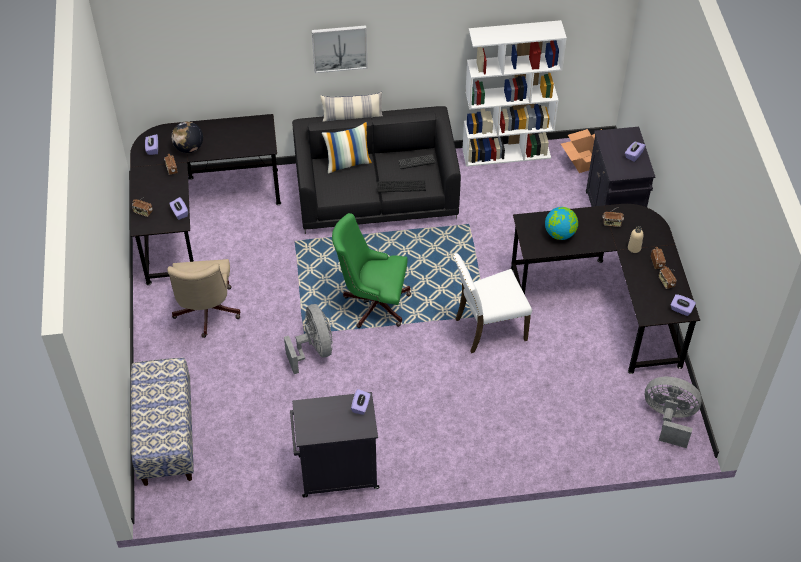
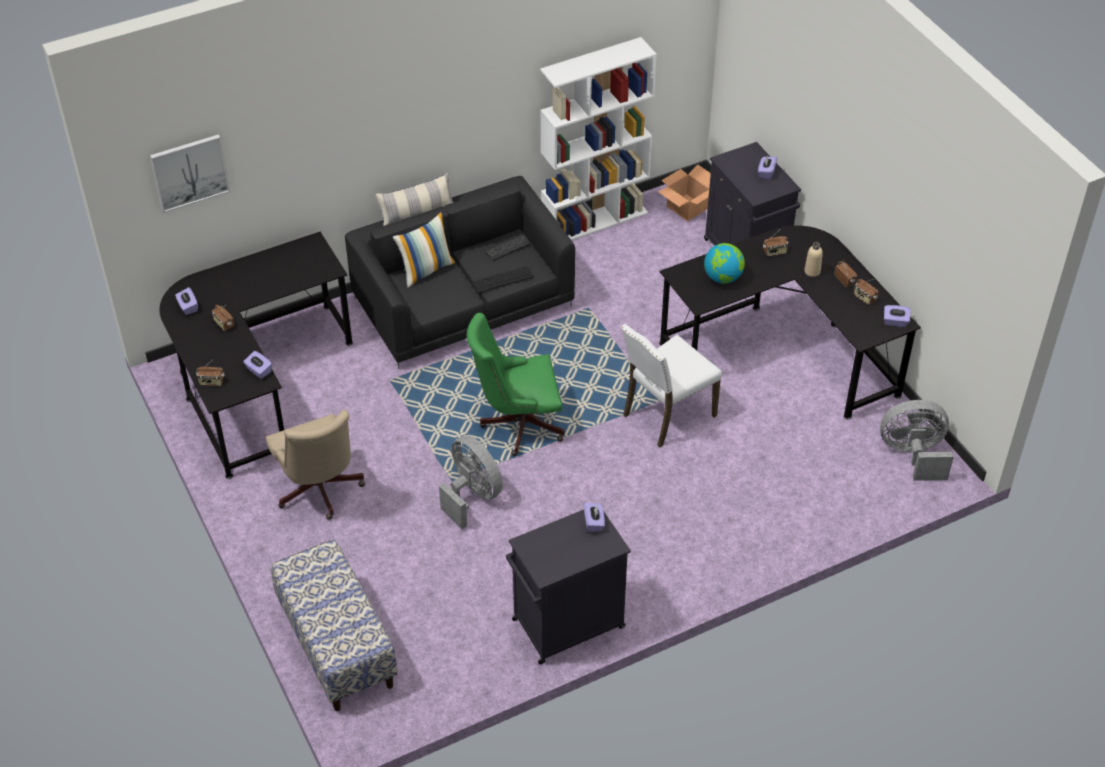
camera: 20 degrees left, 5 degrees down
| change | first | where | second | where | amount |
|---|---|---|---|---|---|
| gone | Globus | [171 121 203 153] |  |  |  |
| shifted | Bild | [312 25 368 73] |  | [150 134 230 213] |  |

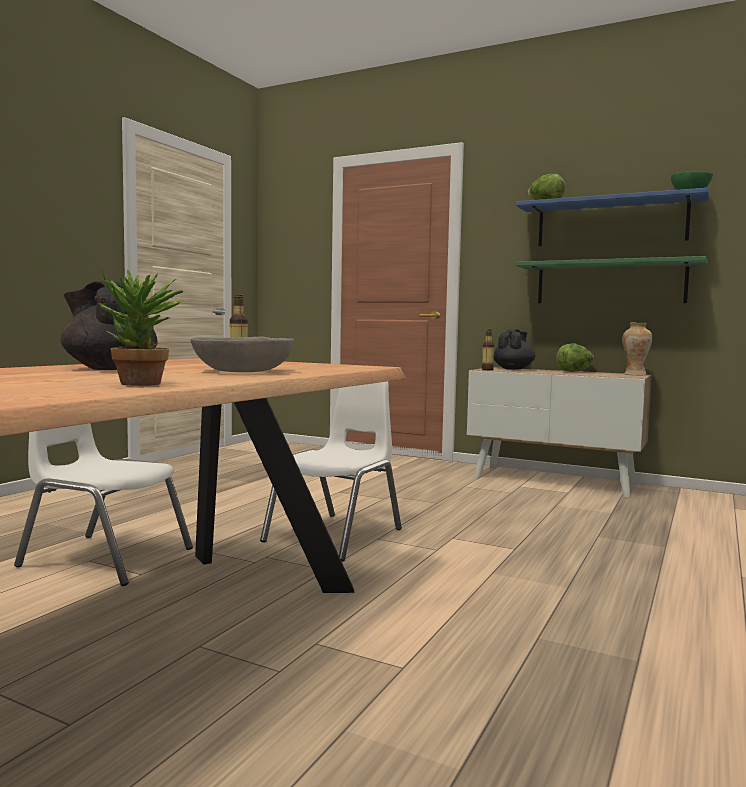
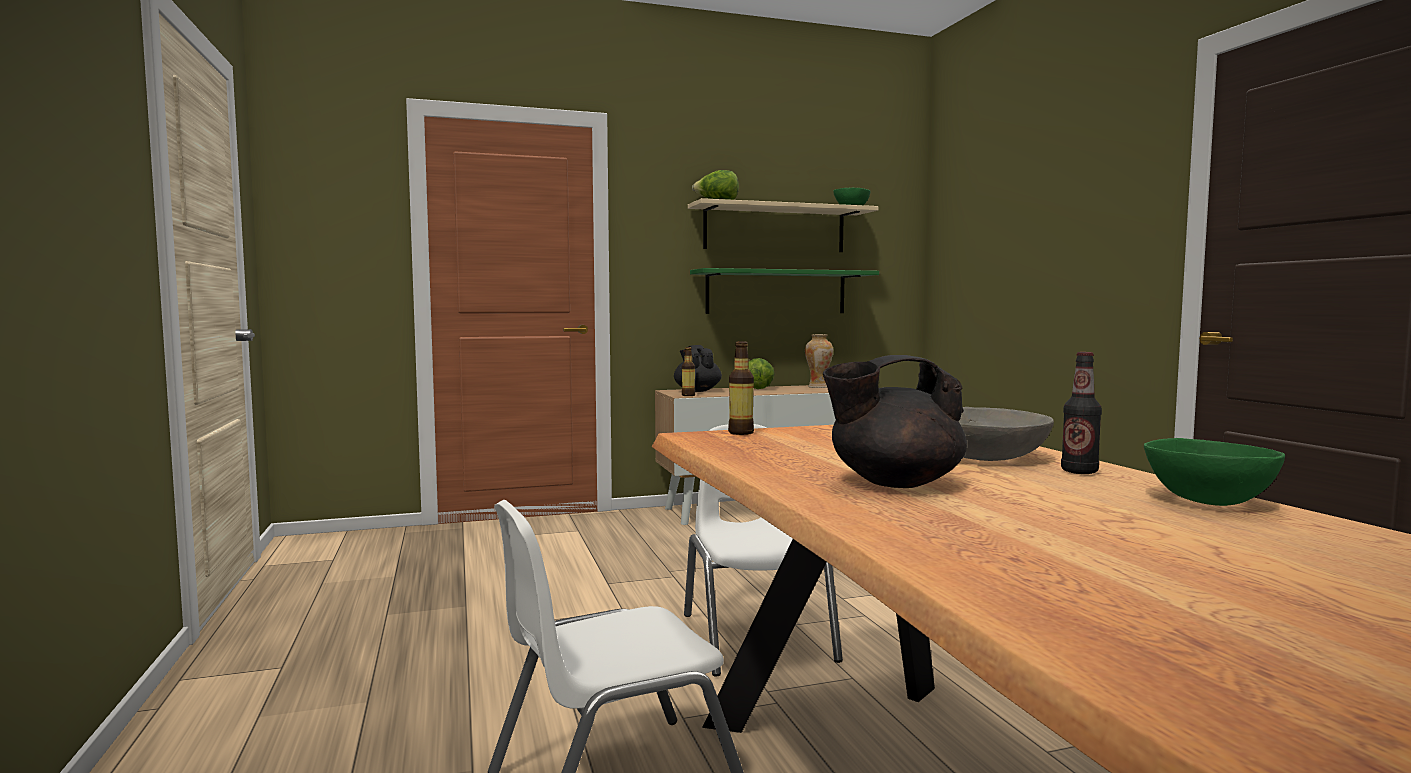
camera: 45 degrees left, 0 degrees up
| change | first | where | second | where | amount |
|---|---|---|---|---|---|
| swapped | Topfpflanze | [98 266 184 386] | Schüssel/grün | [1144 438 1285 506] |  |
| repainted | Wandregal/blau | [515 188 709 246] | Wandregal/beige | [688 198 878 252] |  |
| new |  |  | Flasche | [1061 352 1102 474] |  |

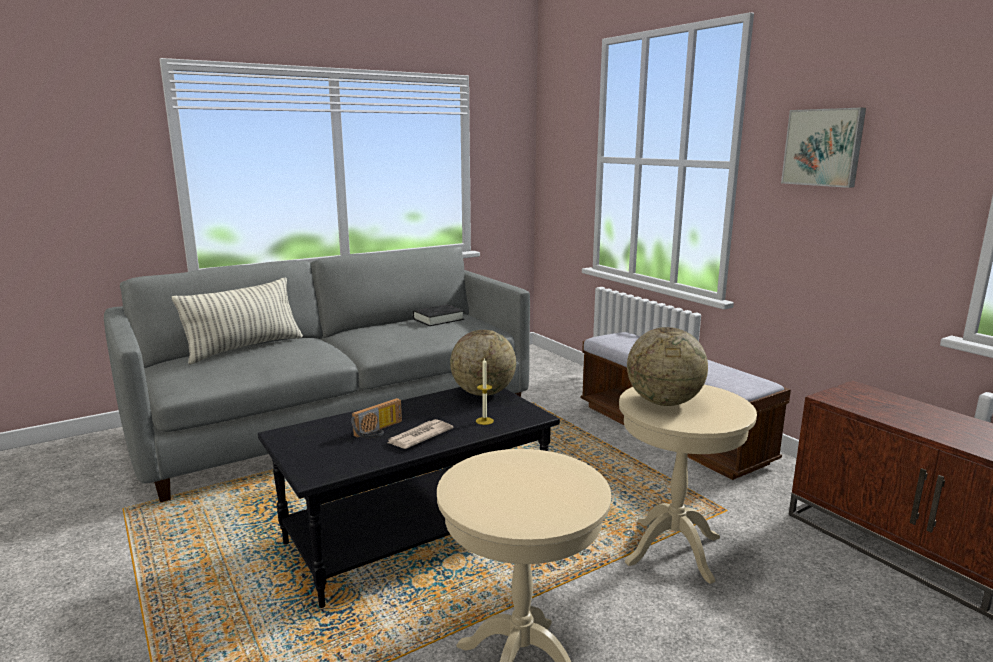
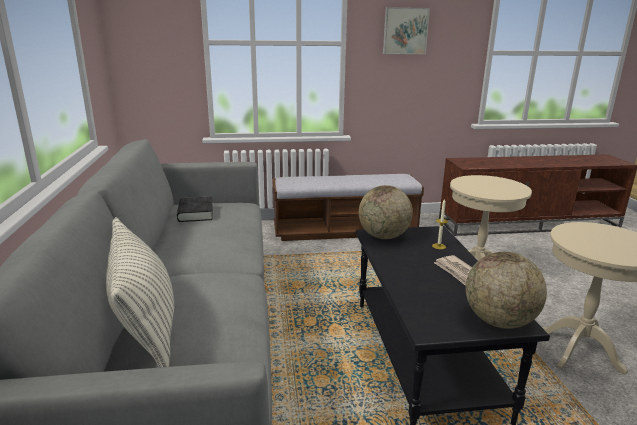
camera: 65 degrees left, 5 degrees up
| change | first | where | second | where | amount |
|---|---|---|---|---|---|
| gone | Radio | [351 398 402 438] |  |  |  |
| shifted | Globus | [627 327 708 406] |  | [465 252 547 329] |  |

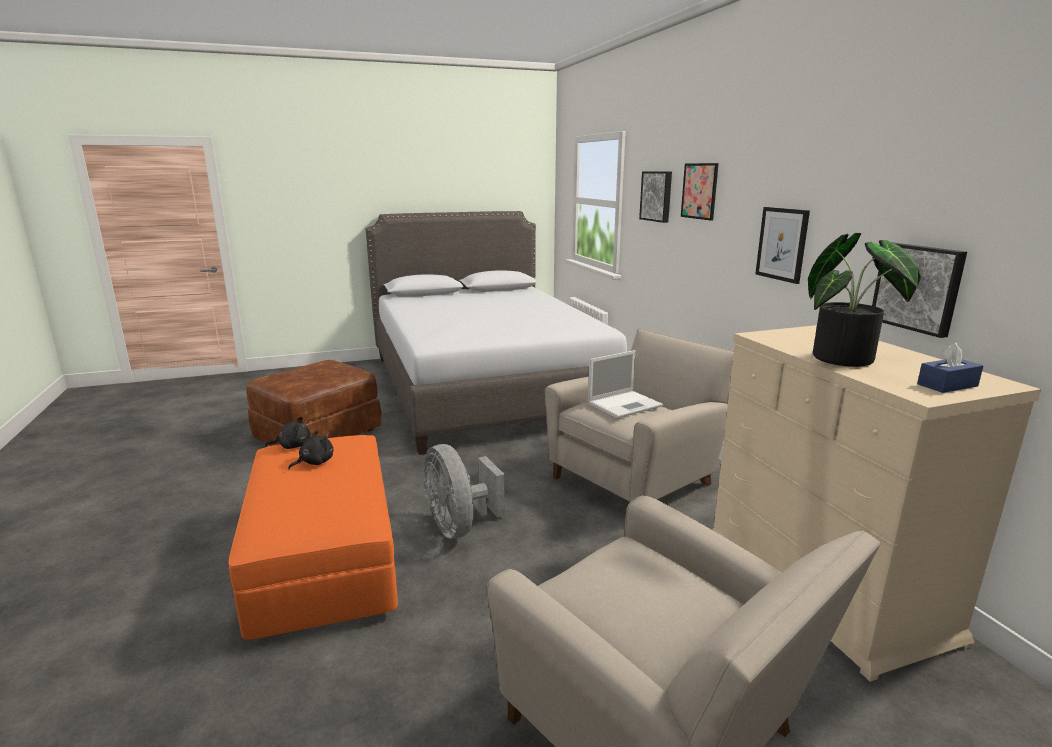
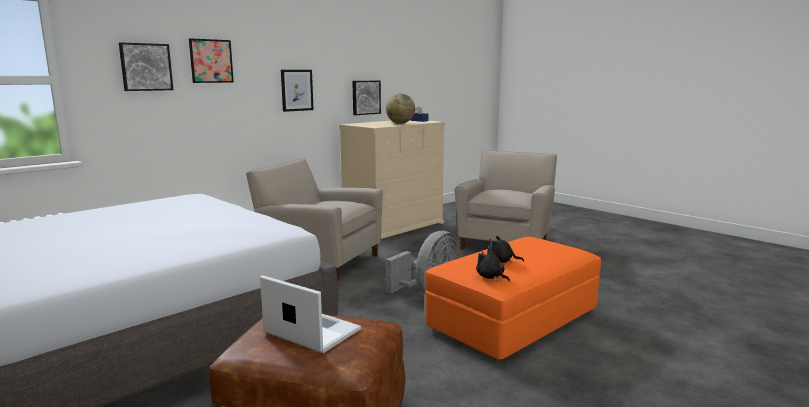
camera: 115 degrees left, 5 degrees down
| change | first | where | second | where | amount |
|---|---|---|---|---|---|
| shifted | Laptop | [588 350 663 418] |  | [260 275 361 353] |  |
| swapped | Topfpflanze | [808 233 921 367] | Globus | [386 94 415 124] |  |

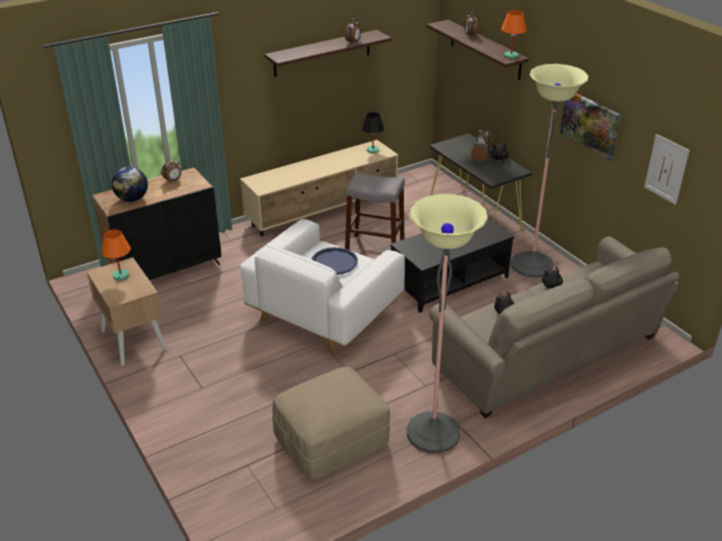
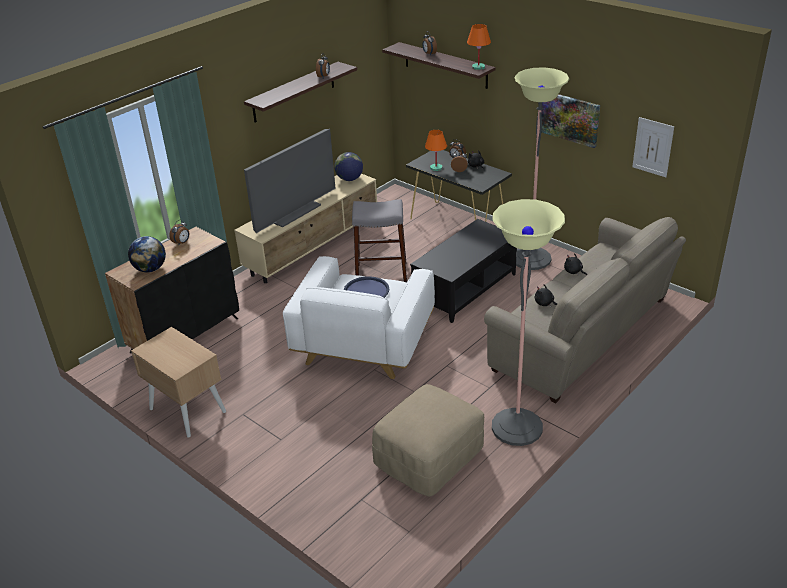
camera: 15 degrees left, 0 degrees up
| change | first | where | second | where | amount |
|---|---|---|---|---|---|
| shifted | Tischlampe/orange | [101 229 131 280] |  | [425 130 447 171] |  |
| swapped | Tischlampe/schwarz | [362 112 384 153] | Globus | [334 152 363 181] |  |
| new |  |  | Fernseher | [244 129 336 233] |  |

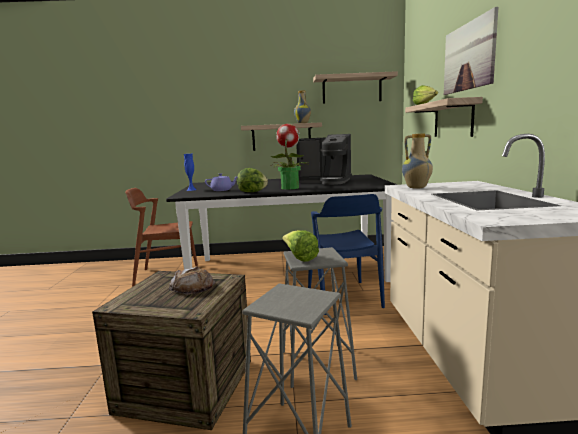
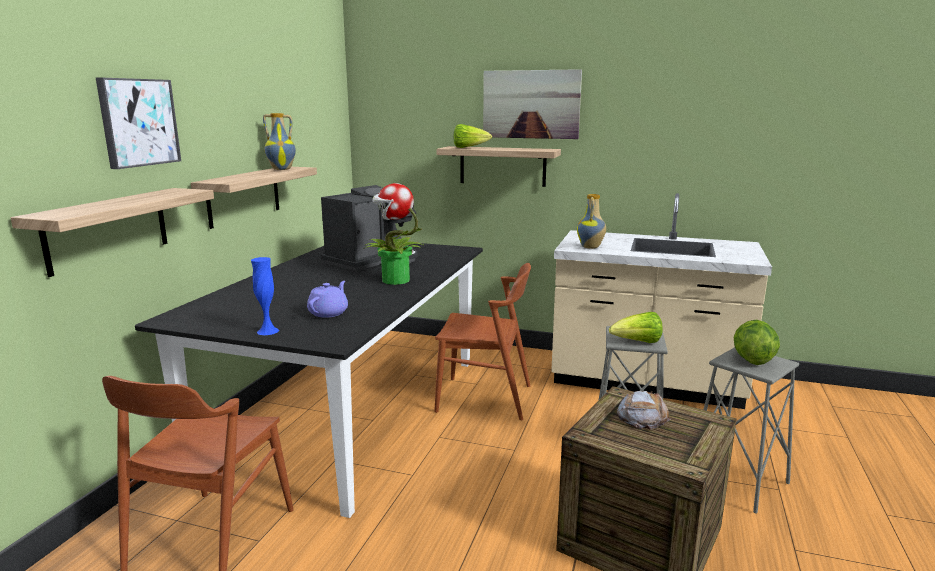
camera: 70 degrees left, 5 degrees up
| change | first | where | second | where | amount |
|---|---|---|---|---|---|
| shifted | Salatkopf | [237 168 268 192] |  | [734 320 780 365] |  |
| repainted | Stuhl/blau | [308 194 385 315] | Stuhl/braun | [434 263 531 420] |  |
| shifted | Wandregal | [313 71 398 104] |  | [10 188 214 277] |  |
| new |  |  | Bild | [96 78 181 169] |  |

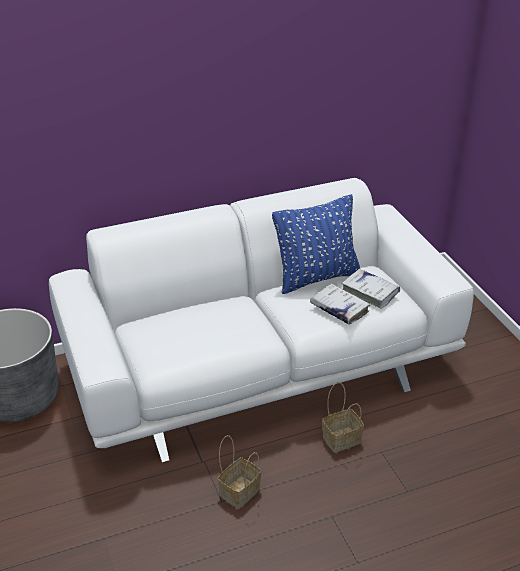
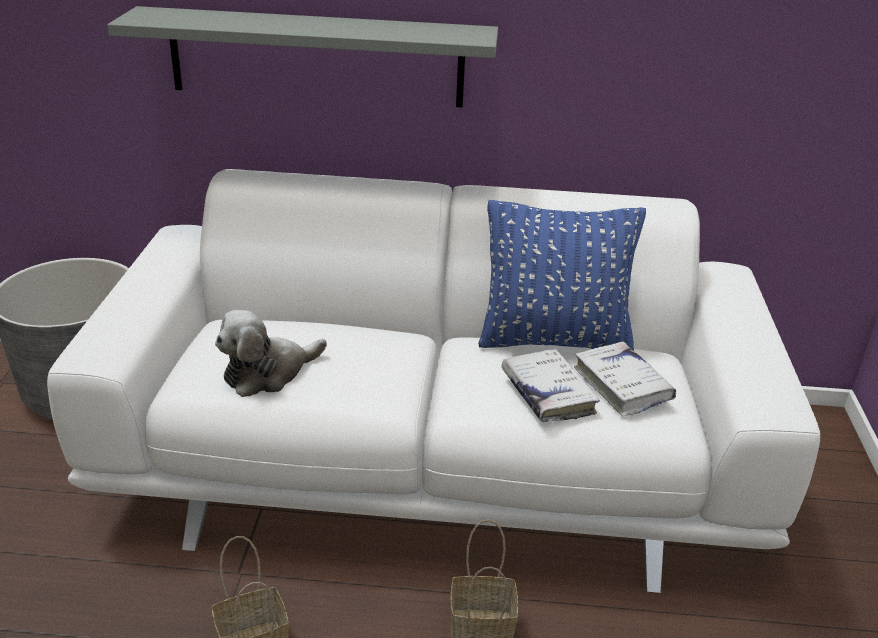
camera: 25 degrees right, 5 degrees down
| change | first | where | second | where | amount |
|---|---|---|---|---|---|
| new |  |  | Wandregal/grau | [107 6 498 108] |  |
| new |  |  | Plüschtier | [215 310 327 397] |  |

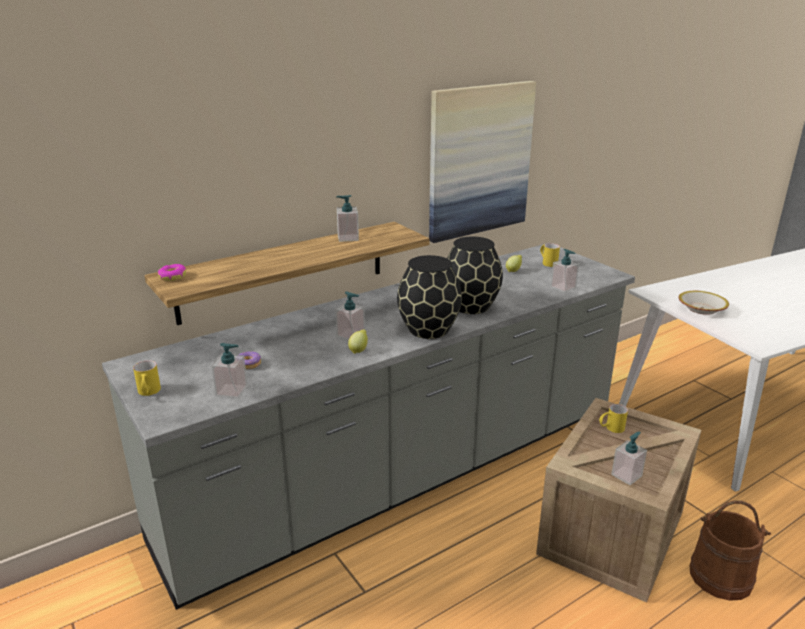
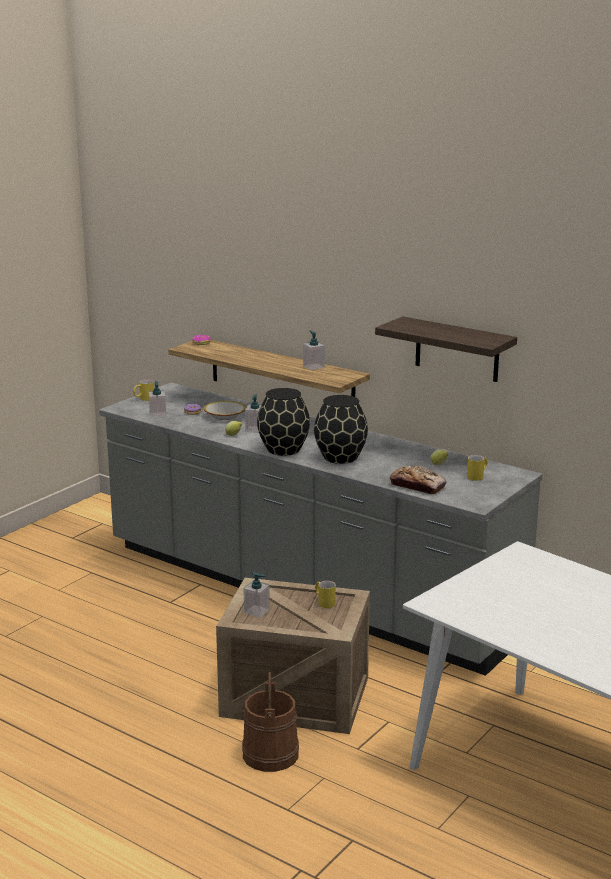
camera: 70 degrees right, 5 degrees down
| change | first | where | second | where | amount |
|---|---|---|---|---|---|
| swapped | Bild | [429 81 536 243] | Wandregal | [375 316 517 382] |  |
| swapped | Seifenspender | [551 249 579 293] | Brot | [390 465 446 494] |  |
| shifted | Schüssel | [679 291 729 315] |  | [204 401 246 420] |  |

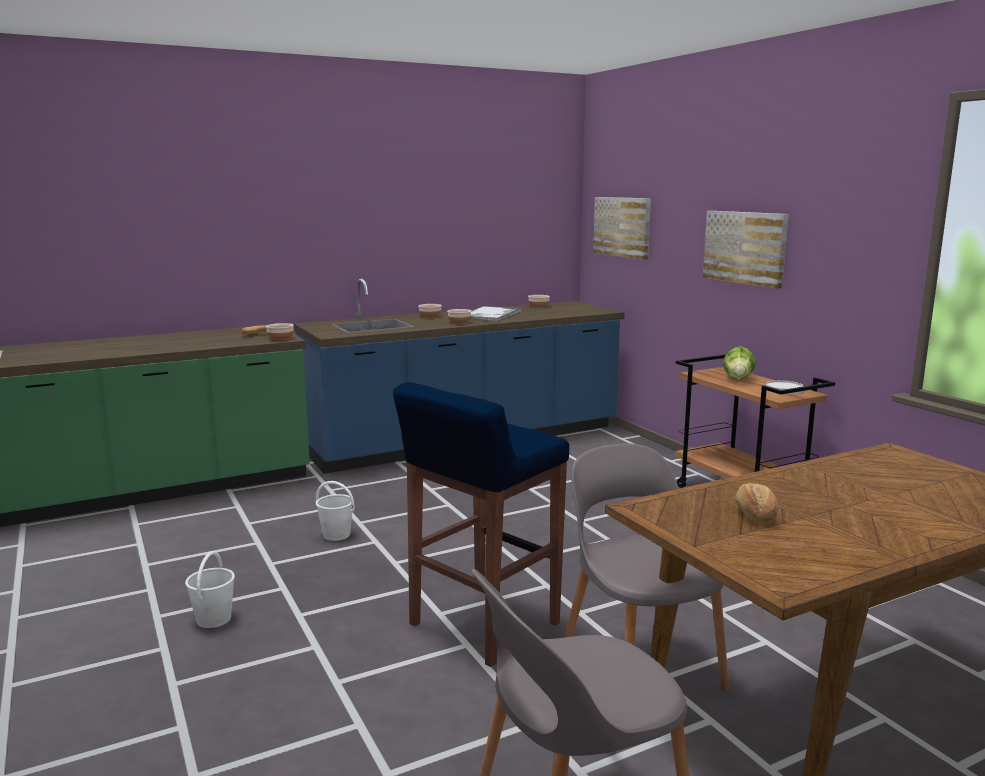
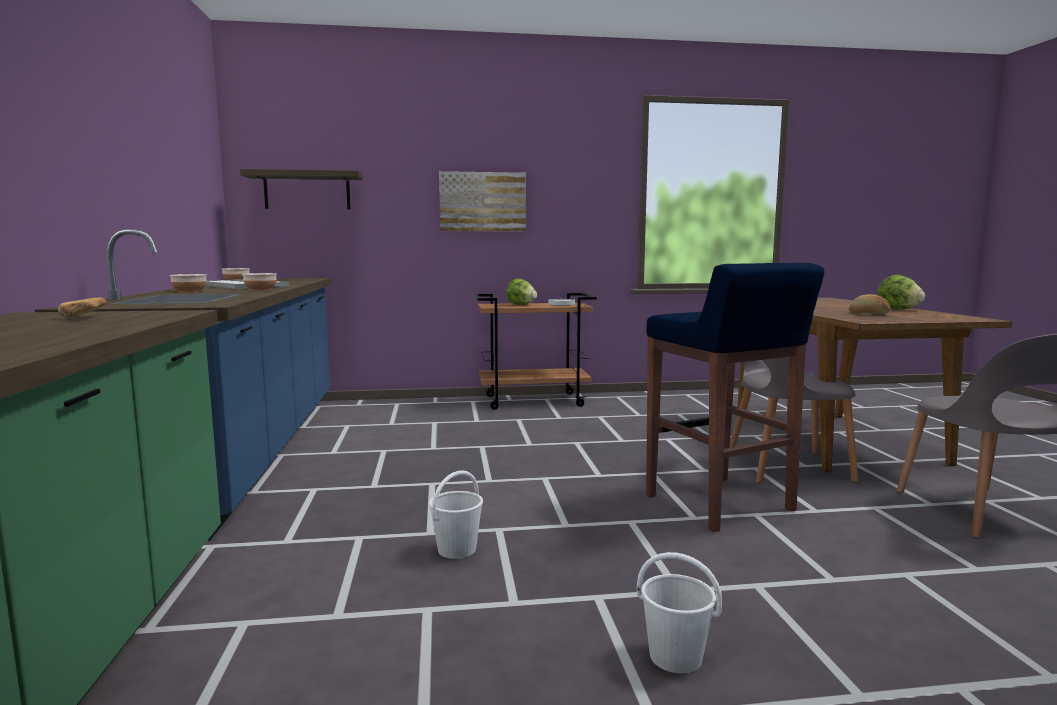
camera: 70 degrees left, 5 degrees down
| change | first | where | second | where | amount |
|---|---|---|---|---|---|
| gone | Schüssel | [266 323 294 340] |  |  |  |
| swapped | Bild | [593 197 651 260] | Wandregal | [240 169 363 209] |  |
| new |  |  | Salatkopf | [877 275 925 309] |  |

